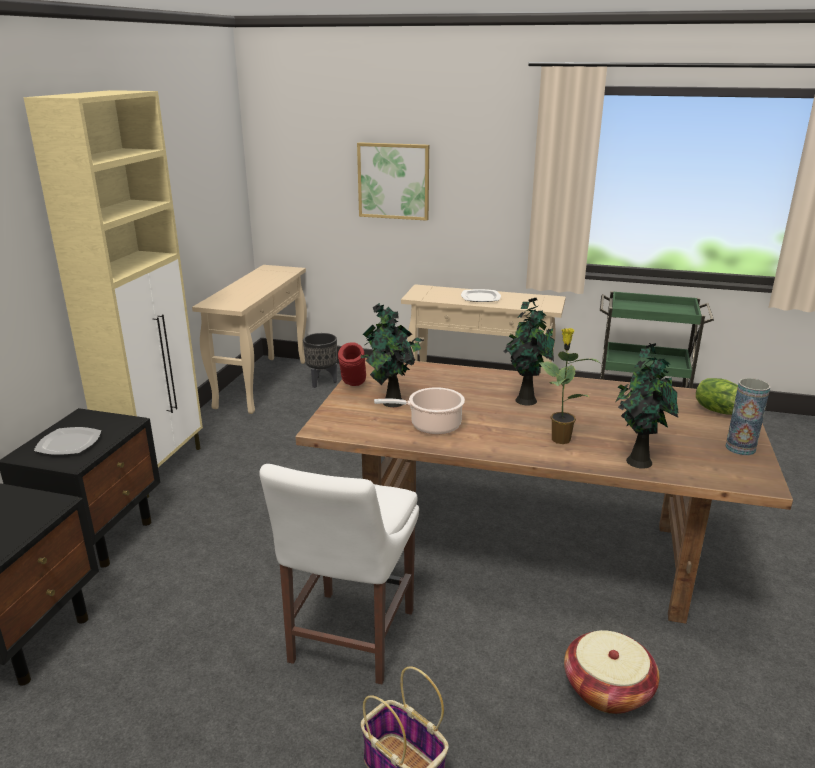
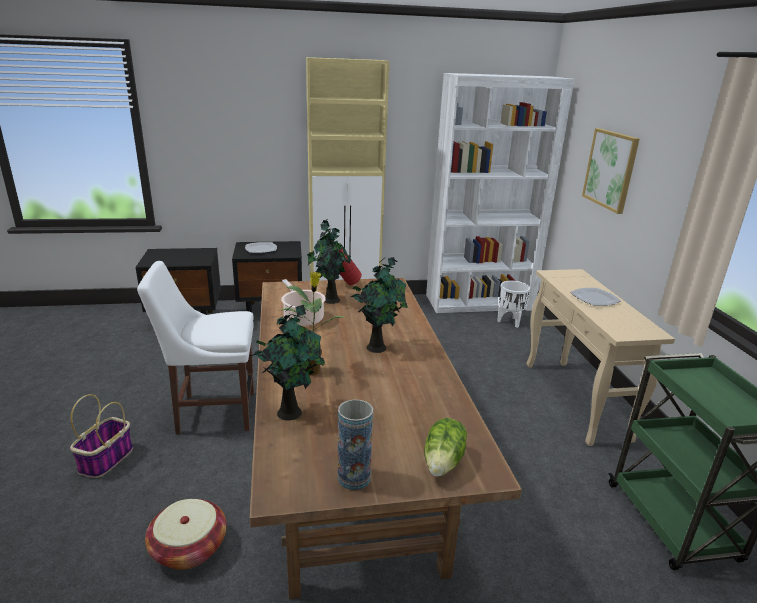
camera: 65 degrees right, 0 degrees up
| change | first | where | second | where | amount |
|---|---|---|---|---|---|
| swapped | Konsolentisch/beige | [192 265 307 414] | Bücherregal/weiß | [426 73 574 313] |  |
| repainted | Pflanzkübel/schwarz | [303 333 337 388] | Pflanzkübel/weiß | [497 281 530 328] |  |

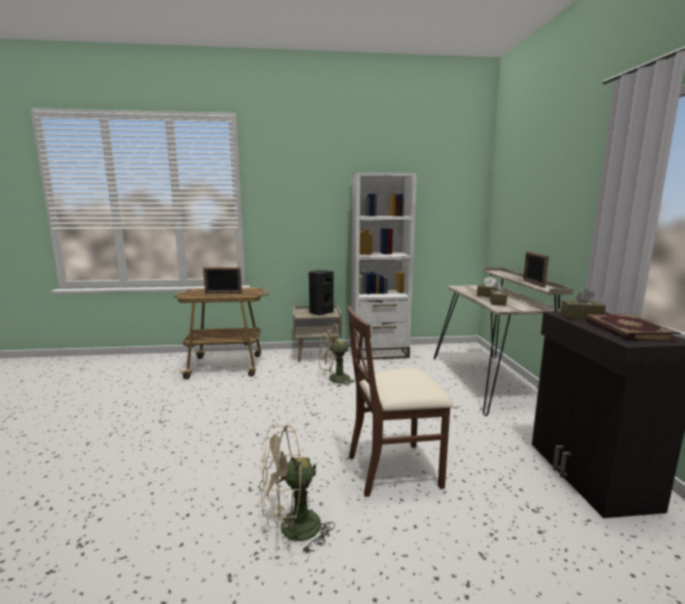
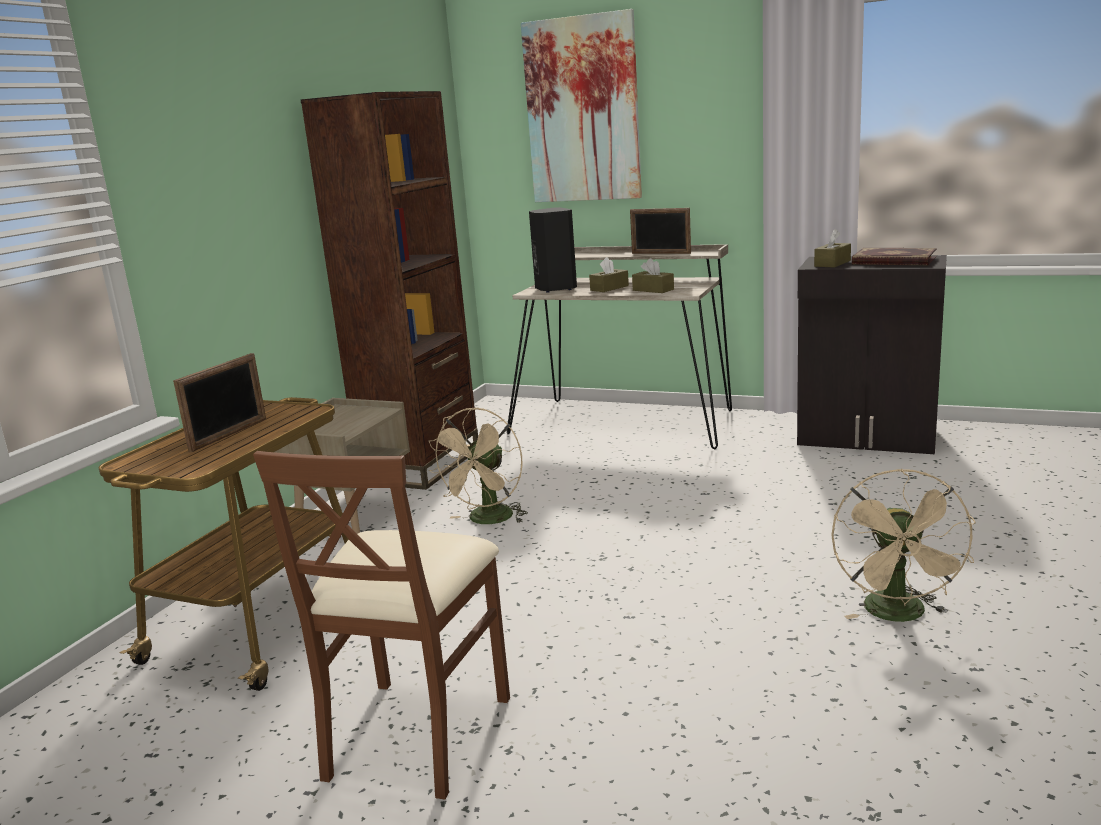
camera: 60 degrees left, 5 degrees up
| change | first | where | second | where | amount |
|---|---|---|---|---|---|
| shifted | Lautsprecher/schwarz | [309 270 334 316] |  | [529 207 577 293] |  |
| shifted | Stuhl/braun | [348 306 453 497] |  | [253 451 510 800] |  |
| repainted | Bücherregal/weiß | [351 173 417 360] | Bücherregal/braun | [301 91 478 490] |  |
| new |  |  | Bild | [521 9 642 202] |  |

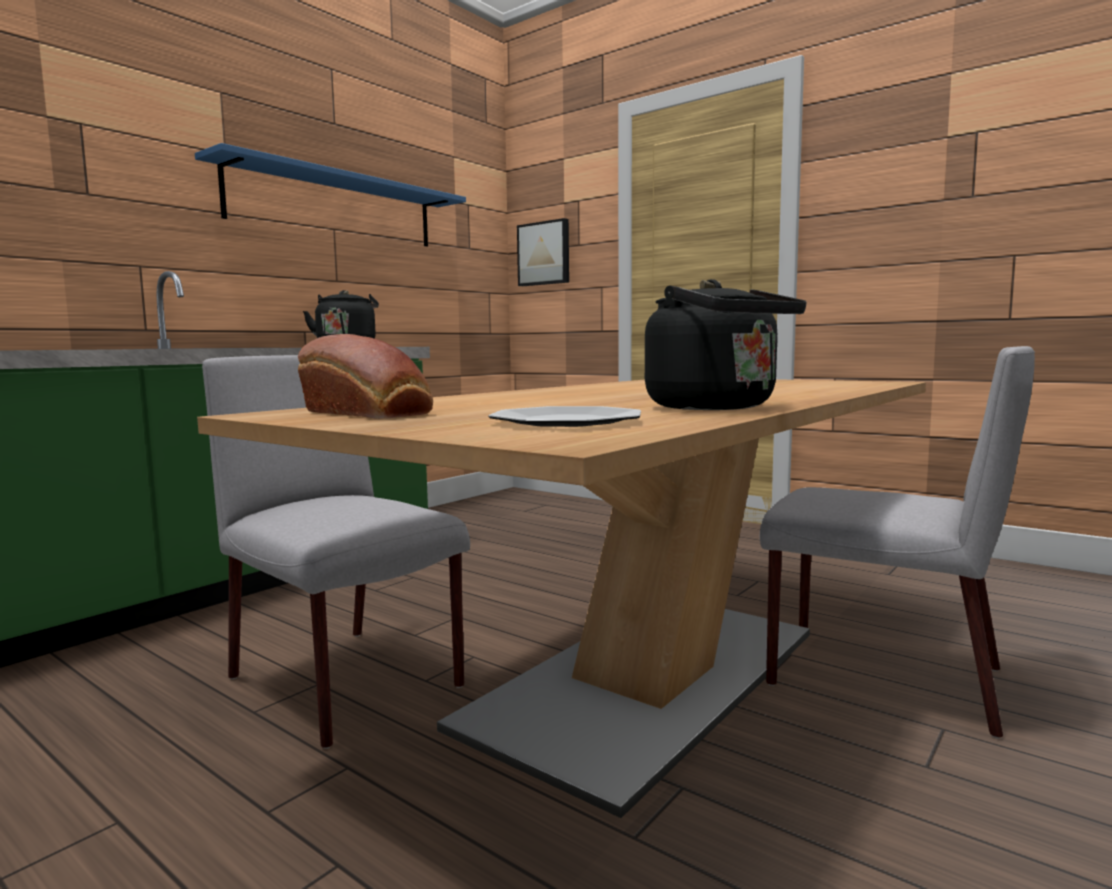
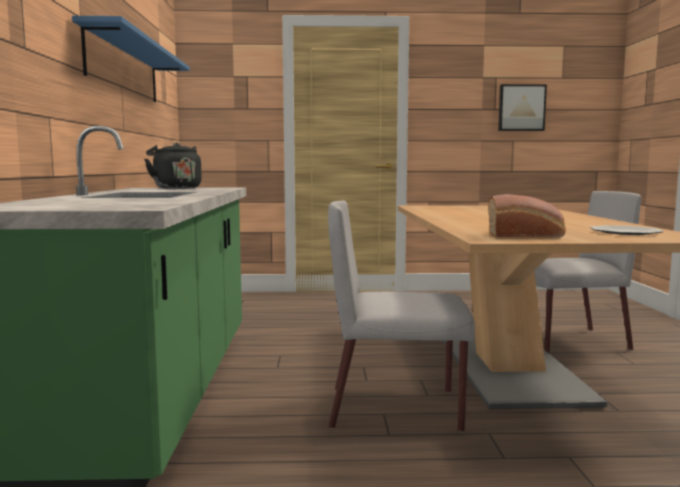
camera: 40 degrees left, 0 degrees up
| change | first | where | second | where | amount |
|---|---|---|---|---|---|
| shifted | Bild | [517 218 569 286] |  | [498 84 547 131] |  |
| gone | Wasserkessel/schwarz | [645 279 806 410] |  |  |  |

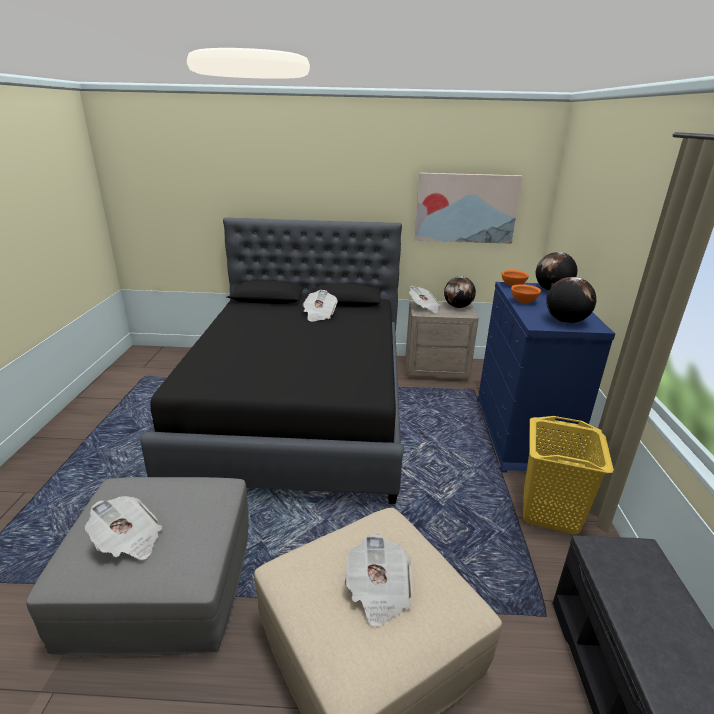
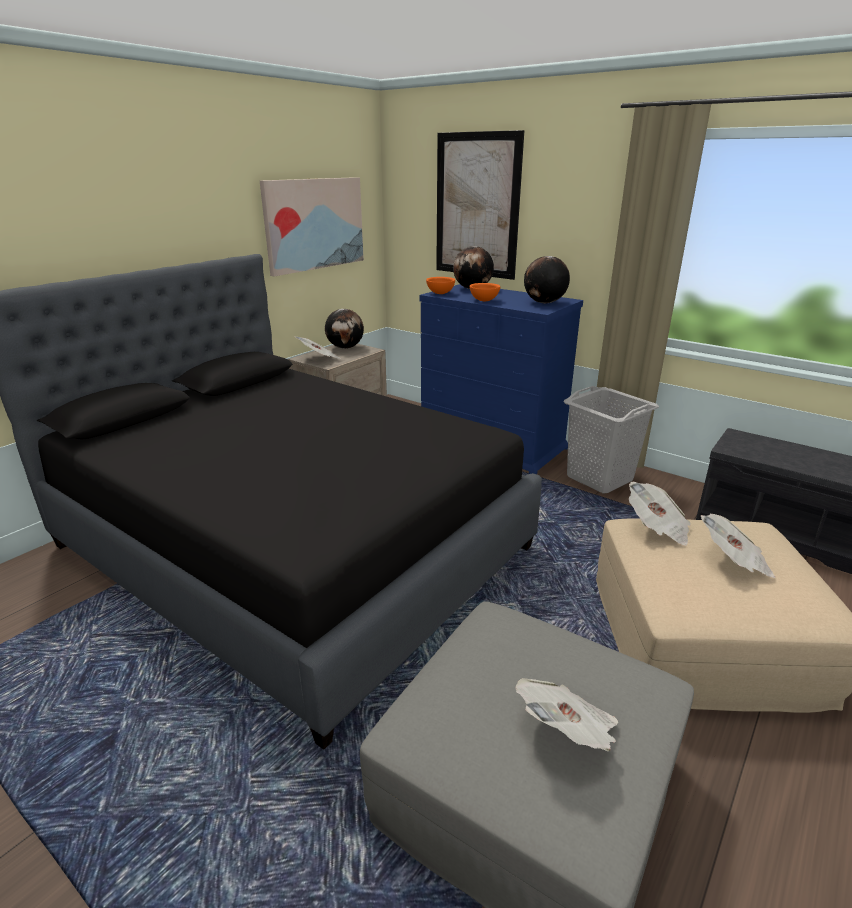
camera: 55 degrees left, 0 degrees up
| change | first | where | second | where | amount |
|---|---|---|---|---|---|
| shifted | Zeitung | [303 290 338 322] |  | [629 482 691 546] |  |
| repainted | Wäschekorb/gelb | [523 416 614 534] | Wäschekorb/grau | [563 386 659 493] |  |
| new |  |  | Bild | [436 130 524 280] |  |

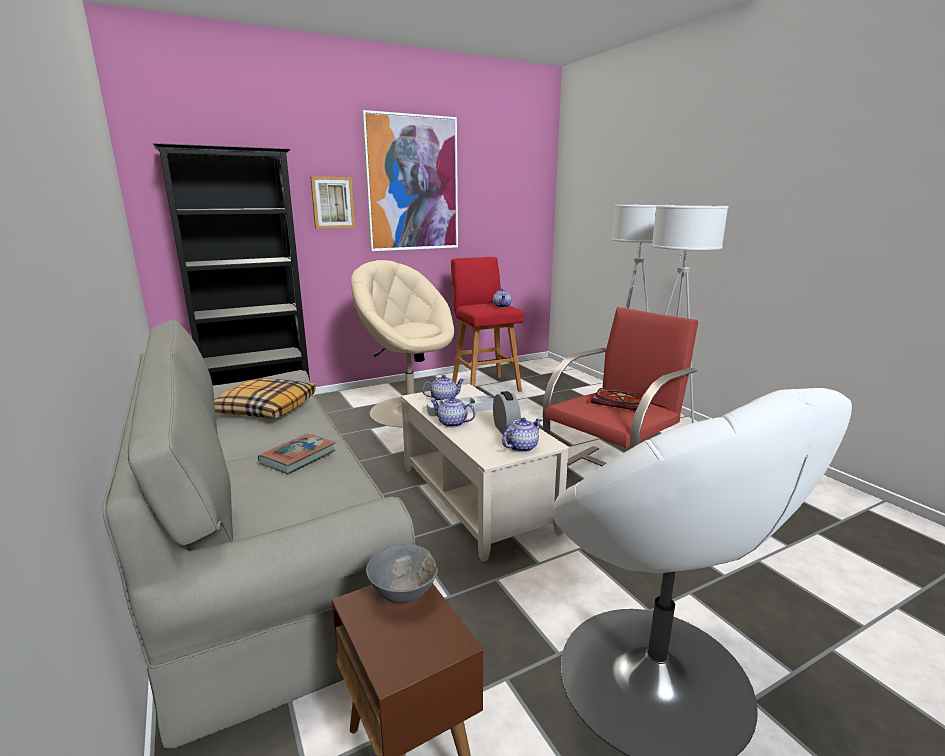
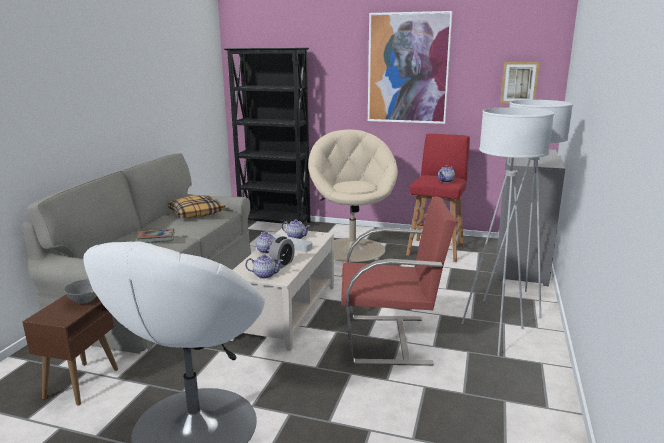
camera: 45 degrees right, 0 degrees up
| change | first | where | second | where | amount |
|---|---|---|---|---|---|
| shifted | Bild | [310 177 355 229] |  | [500 62 540 103] |  |
| gone | Buch | [591 388 643 410] |  |  |  |
| new |  |  | Schrank/grau | [497 150 565 286] |  |

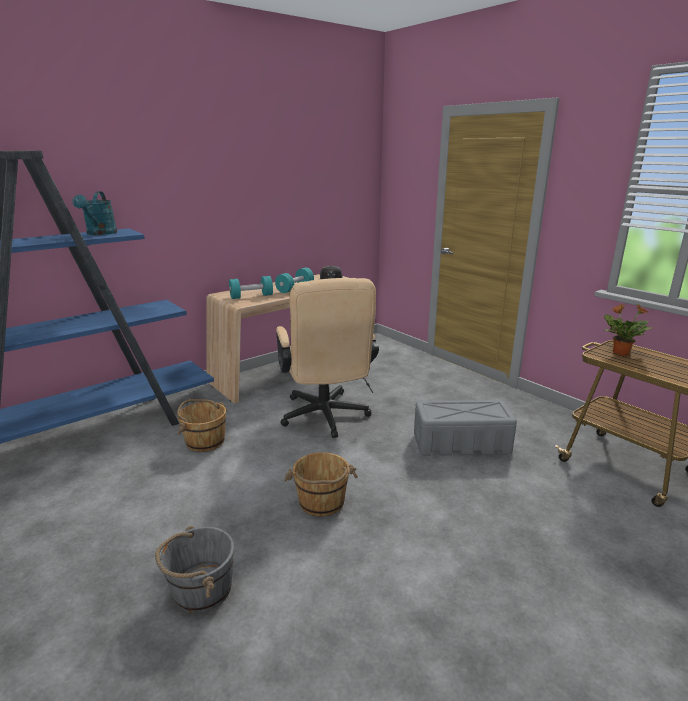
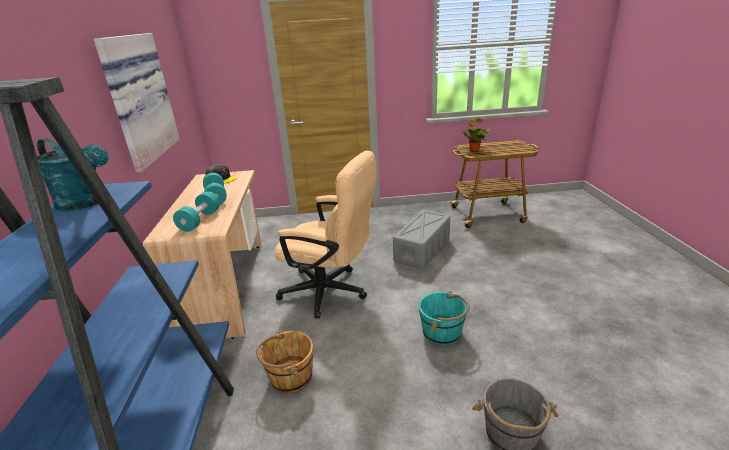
camera: 55 degrees left, 5 degrees up
| change | first | where | second | where | amount |
|---|---|---|---|---|---|
| repainted | Eimer/braun | [284 452 358 516] | Eimer/türkis | [419 291 470 346] |  |
| new |  |  | Bild | [94 33 180 172] |  |

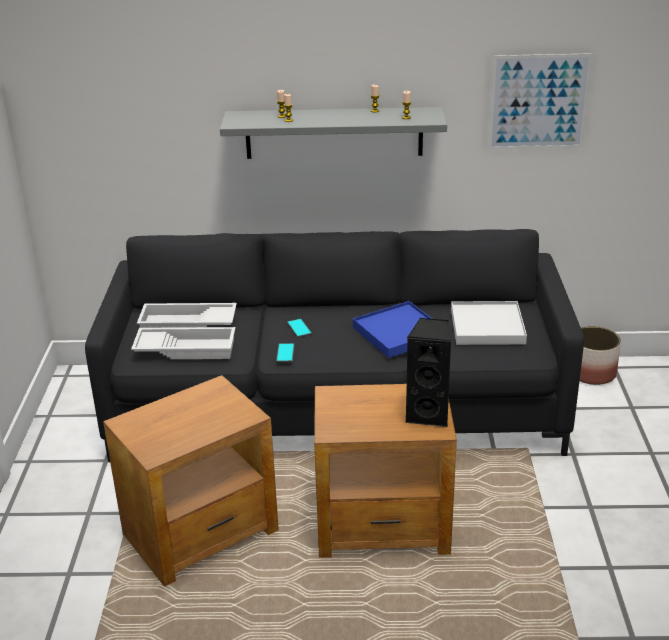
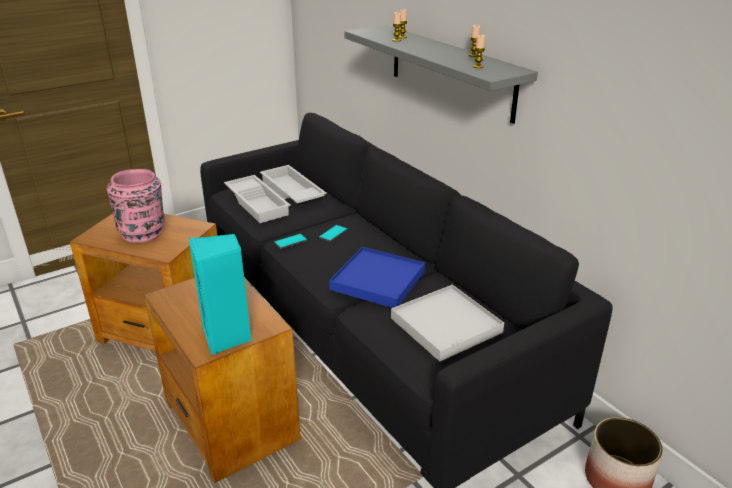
camera: 55 degrees right, 0 degrees up
| change | first | where | second | where | amount |
|---|---|---|---|---|---|
| repainted | Lautsprecher/schwarz | [405 318 452 427] | Lautsprecher/türkis | [189 234 252 355] |  |
| gone | Bild | [488 53 593 150] |  |  |  |
| new |  |  | Vase/rosa | [107 169 165 243] |  |

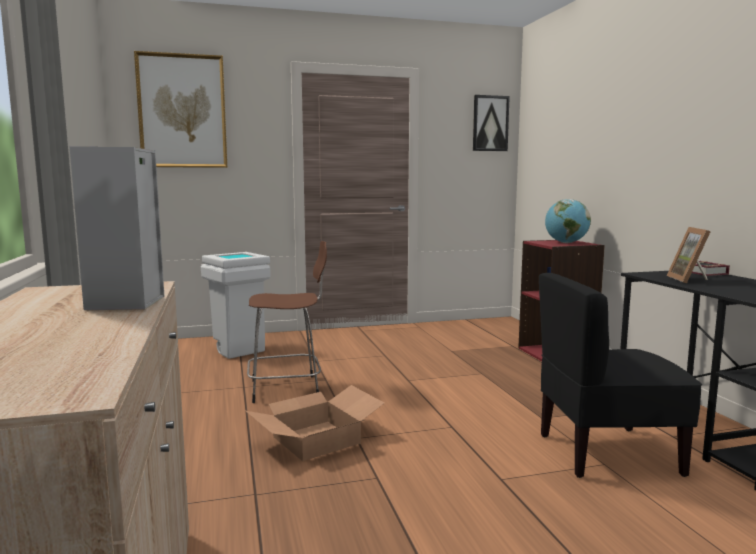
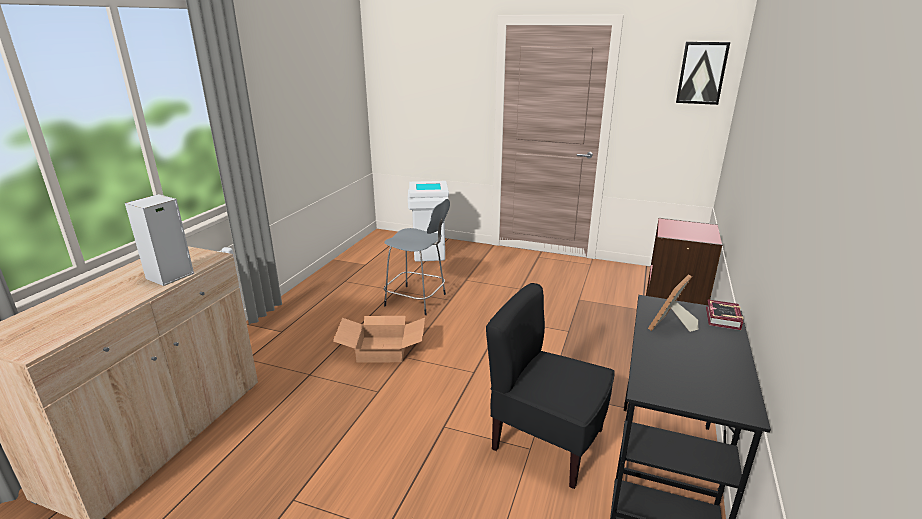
camera: 35 degrees right, 15 degrees up
| change | first | where | second | where | amount |
|---|---|---|---|---|---|
| gone | Bild | [134 51 227 168] |  |  |  |
| repainted | Hocker/braun | [247 241 327 403] | Hocker/grau | [384 199 450 315] |  |
| gone | Globus | [545 199 591 243] |  |  |  |

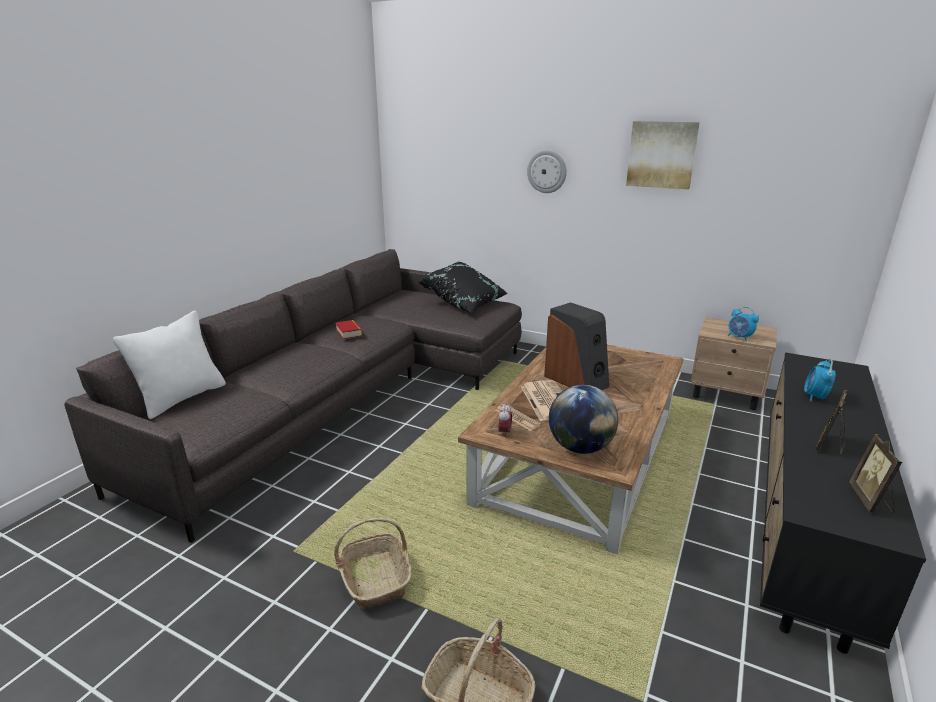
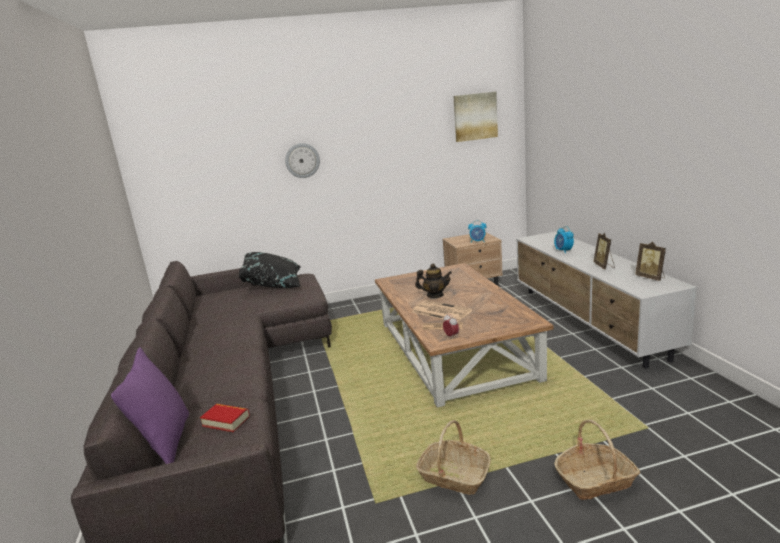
camera: 40 degrees left, 5 degrees down
| change | first | where | second | where | amount |
|---|---|---|---|---|---|
| repainted | Kissen/weiß | [113 311 226 419] | Kissen/lila | [111 347 189 464] |  |
| shifted | Buch | [335 320 363 339] |  | [200 404 250 432] |  |
| swapped | Lautsprecher | [544 302 609 390] | Teekanne | [415 264 452 298] |  |
| gone | Globus | [549 385 618 454] |  |  |  |
| shifted | Bild | [626 121 700 190] |  | [453 92 498 142] |  |
| repainted | Fernsehschrank/schwarz | [760 352 926 654] | Fernsehschrank/weiß | [516 231 697 368] |  |

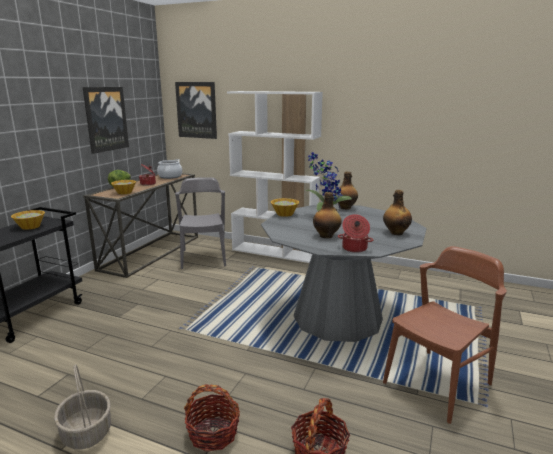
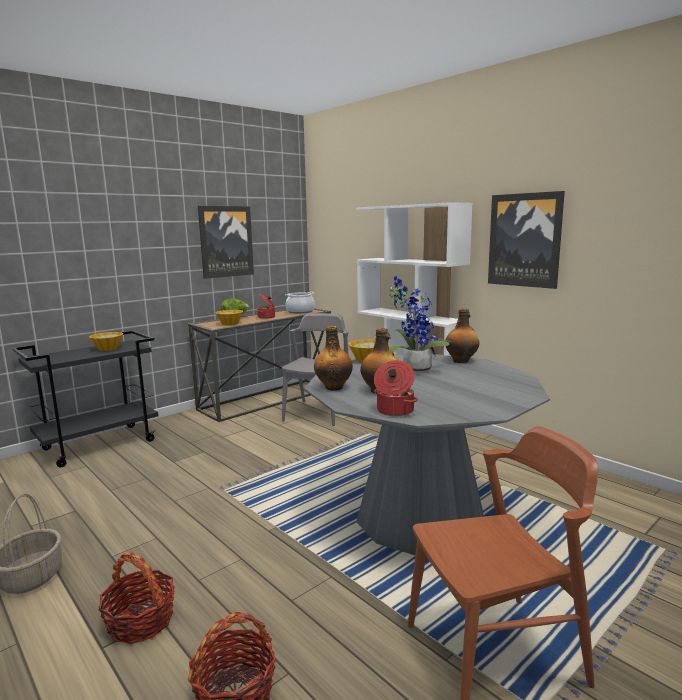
camera: 25 degrees right, 5 degrees down
| change | first | where | second | where | amount |
|---|---|---|---|---|---|
| shifted | Bild | [175 82 217 139] |  | [488 191 565 289] |  |
| shifted | Flasche | [383 190 412 235] |  | [314 326 353 391] |  |

